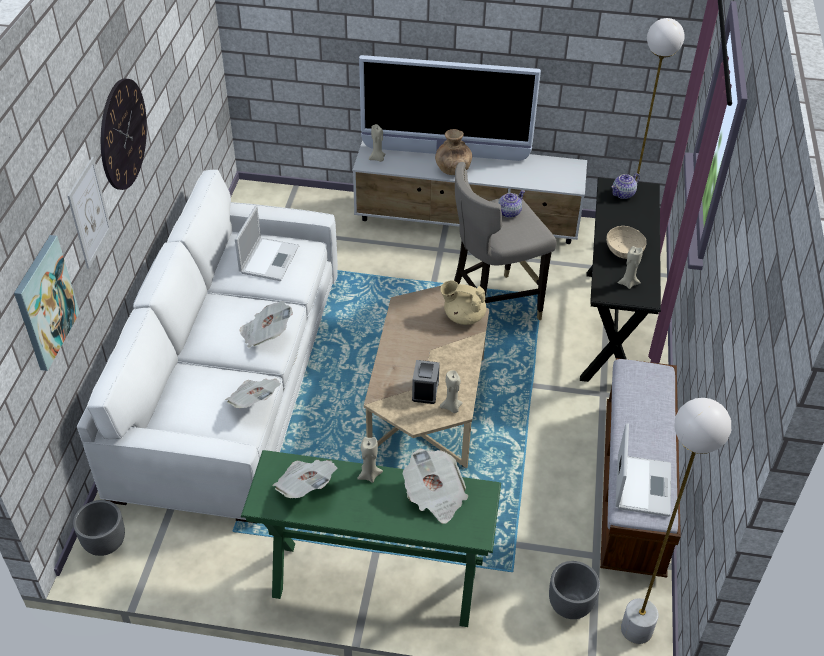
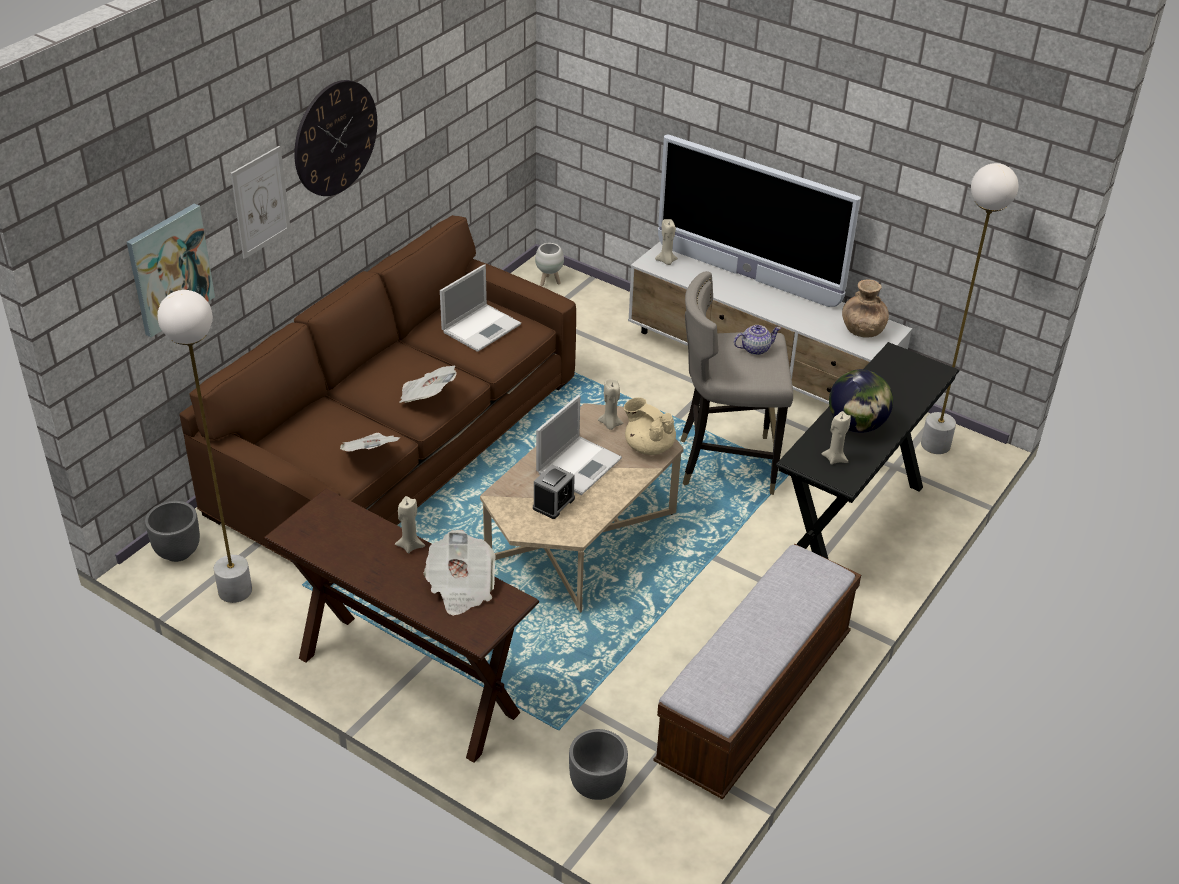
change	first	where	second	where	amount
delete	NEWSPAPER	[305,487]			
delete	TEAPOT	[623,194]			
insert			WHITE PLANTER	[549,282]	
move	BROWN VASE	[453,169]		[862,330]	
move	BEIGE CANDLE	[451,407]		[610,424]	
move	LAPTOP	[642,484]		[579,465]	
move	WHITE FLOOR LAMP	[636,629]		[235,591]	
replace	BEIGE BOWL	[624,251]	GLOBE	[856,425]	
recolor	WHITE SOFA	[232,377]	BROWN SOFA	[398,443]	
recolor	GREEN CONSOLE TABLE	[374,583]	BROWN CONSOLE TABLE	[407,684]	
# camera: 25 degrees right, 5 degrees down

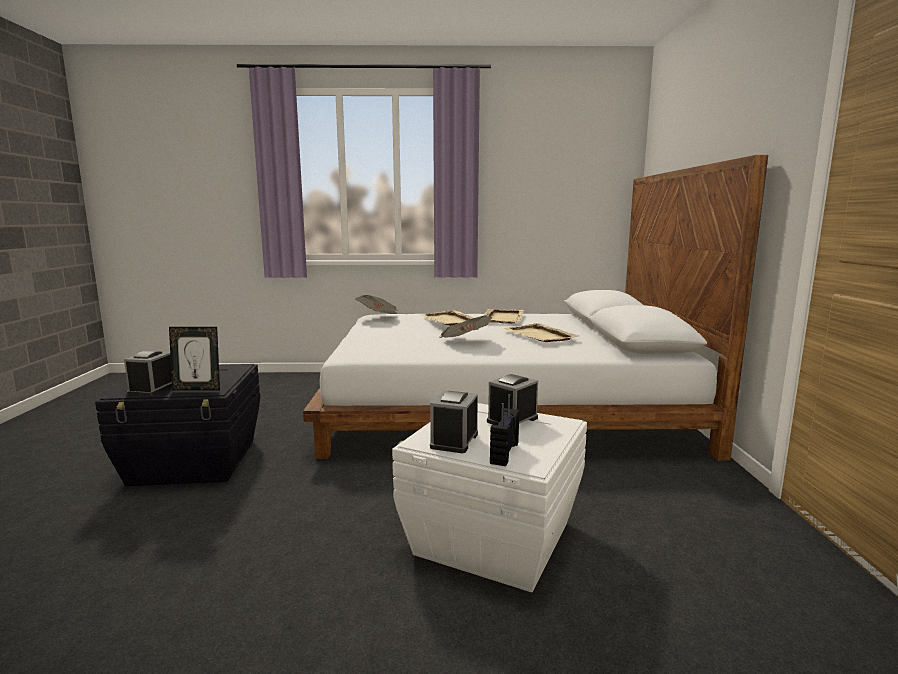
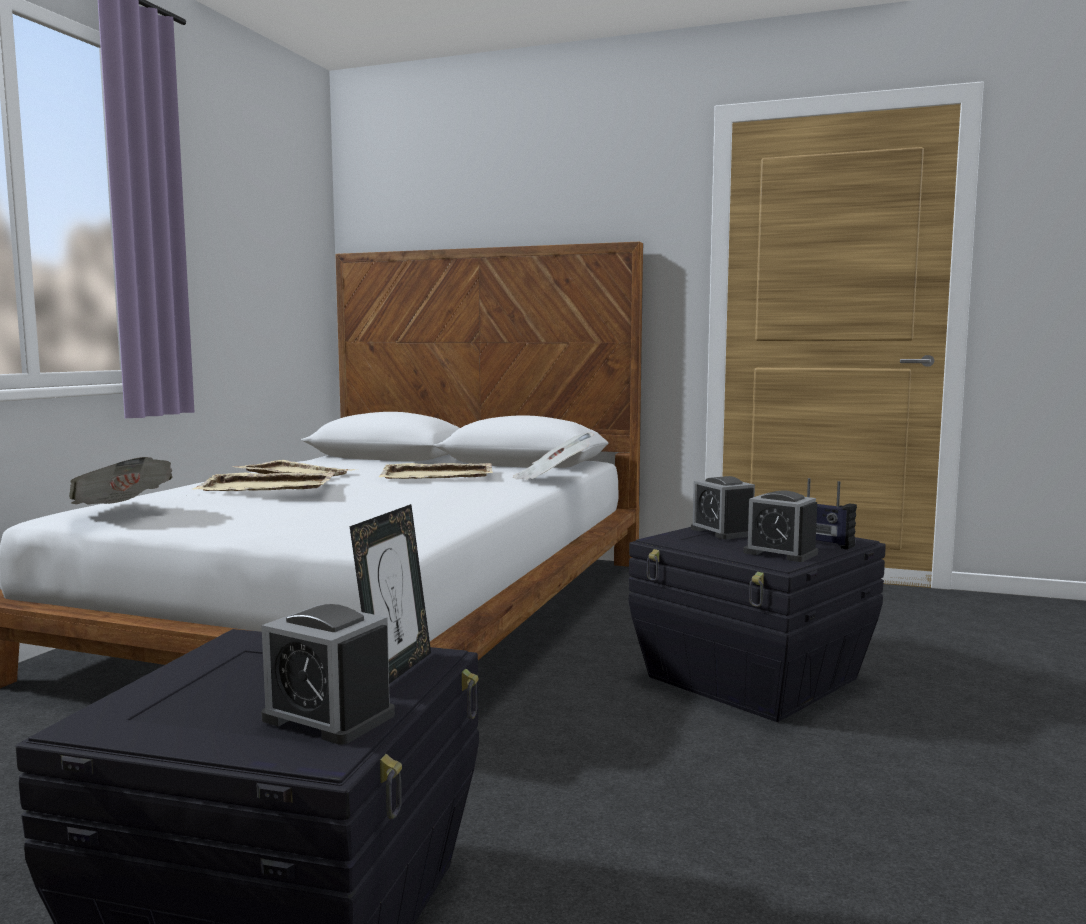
change	first	where	second	where	amount
move	NEWSPAPER	[465,341]		[552,478]	
recolor	WHITE STORAGE BOX	[491,538]	BLACK STORAGE BOX	[753,678]	
# camera: 70 degrees left, 5 degrees down

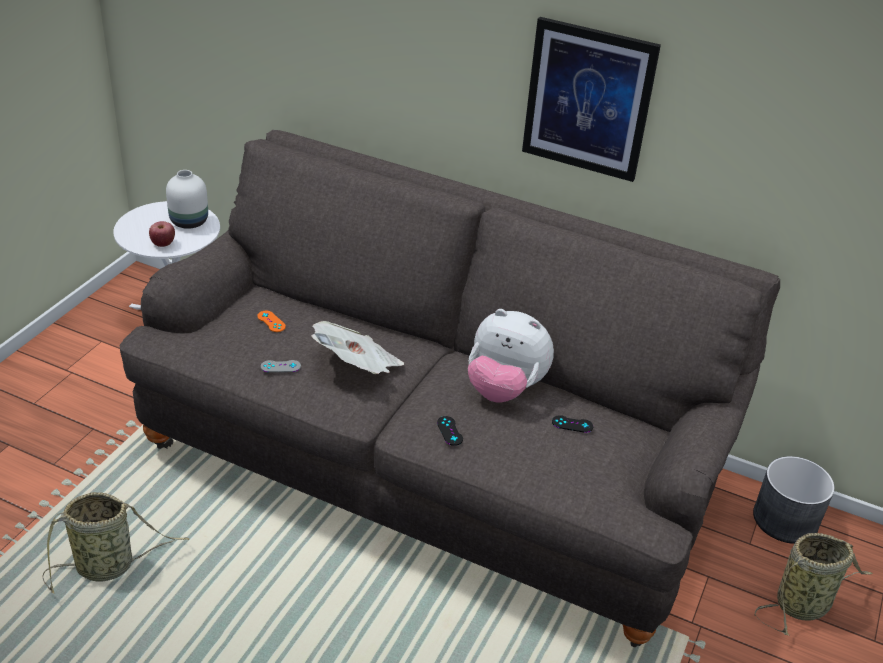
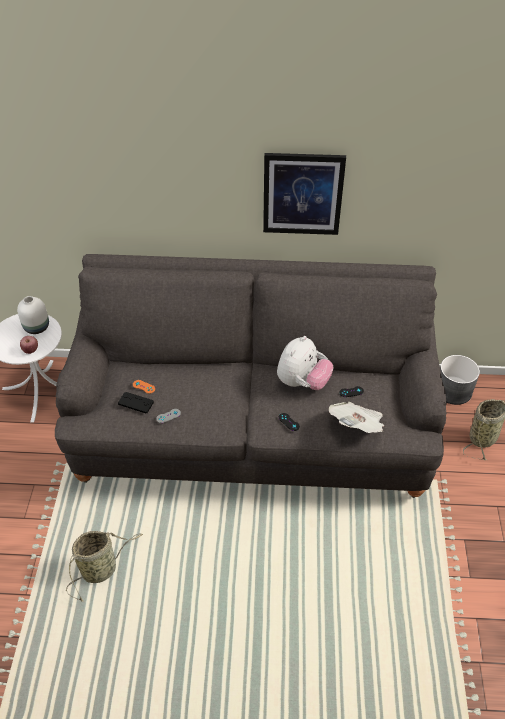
change	first	where	second	where	amount
insert			BLACK GAME CONTROLLER	[136,403]	
move	NEWSPAPER	[358,367]		[357,426]	
rotate	PLUSH TOY	[504,389]		[302,382]	60 degrees counterclockwise
# camera: 20 degrees left, 10 degrees up

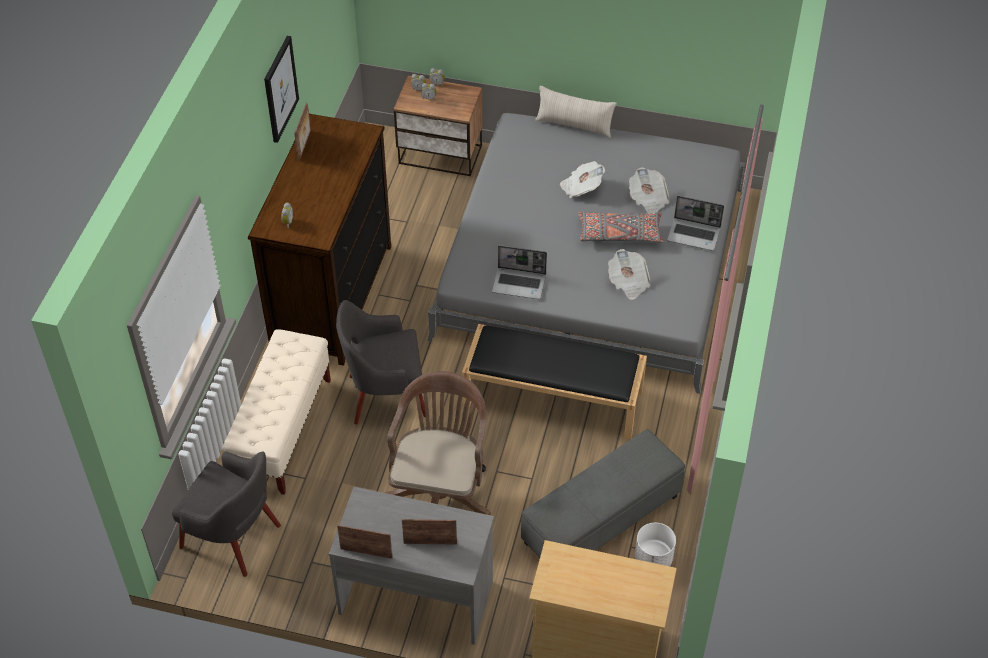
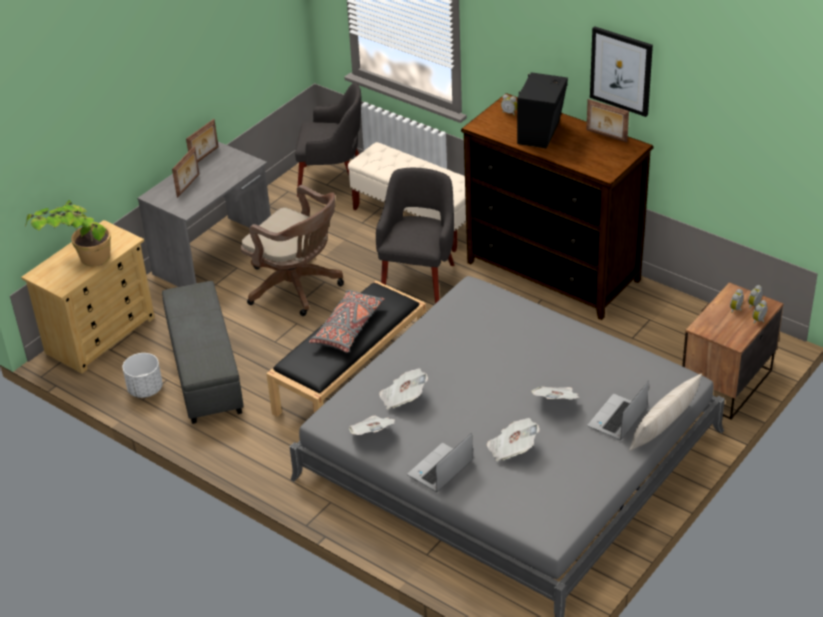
change	first	where	second	where	amount
insert			POTTED PLANT	[79,261]	
insert			NEWSPAPER	[372,434]	
insert			BLACK SPEAKER	[541,133]	
move	LAPTOP	[519,284]		[617,419]	
move	GREY PILLOW	[619,234]		[348,328]	
rotate	GREY ARMCHAIR	[232,537]		[333,181]	135 degrees counterclockwise
# camera: 115 degrees right, 10 degrees down

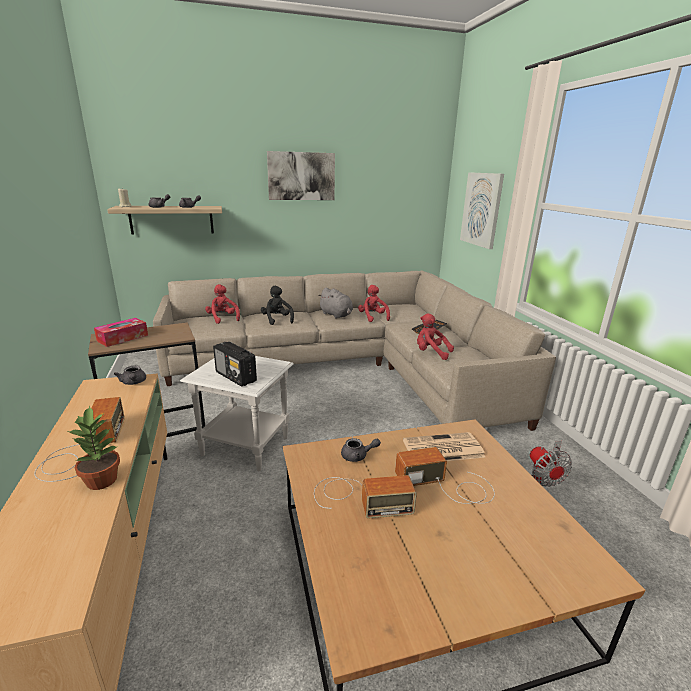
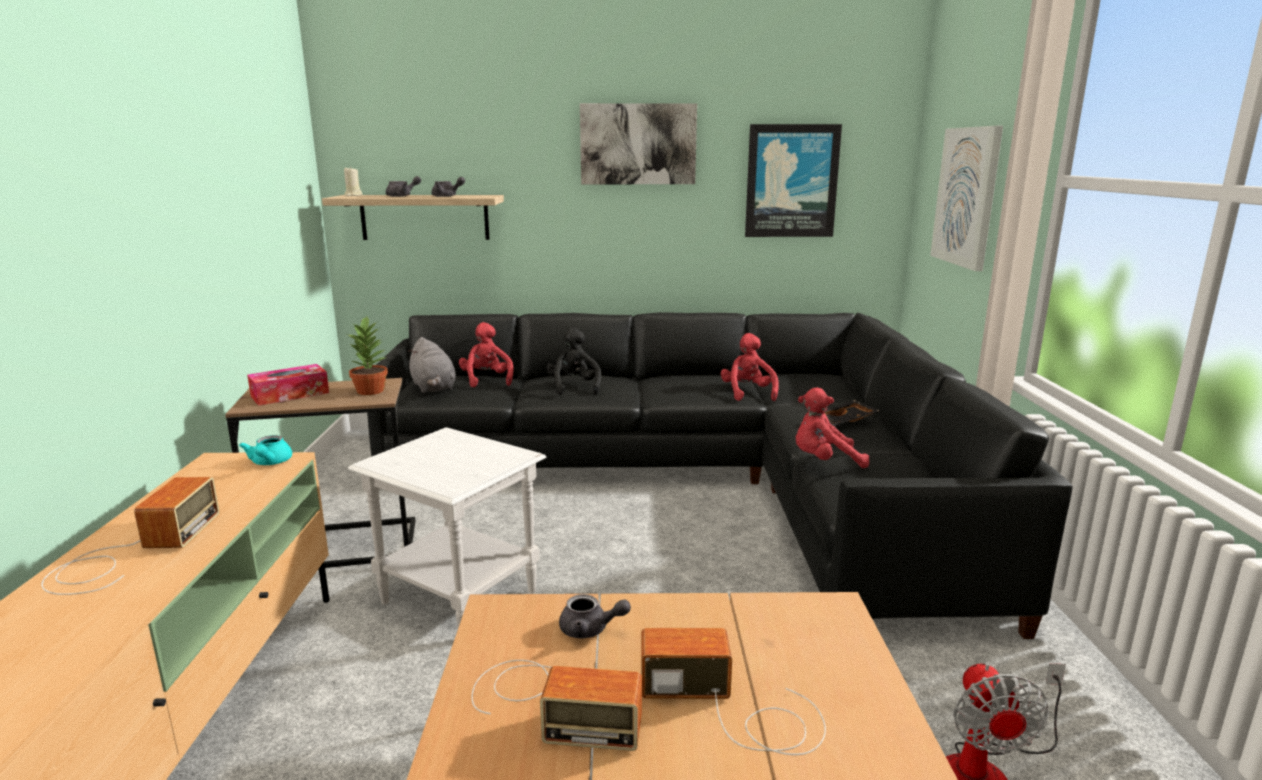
change	first	where	second	where	amount
delete	RADIO	[236,377]			
delete	NEWSPAPER	[442,449]			
insert			PICTURE	[791,181]	
move	POTTED PLANT	[103,480]		[371,391]	
move	GREY PLUSH TOY	[336,315]		[433,388]	
recolor	GREY TEAPOT	[133,383]	TURQUOISE TEAPOT	[269,463]	
recolor	BEIGE SOFA	[352,367]	BLACK SOFA	[703,482]	
rotate	RED PLUSH TOY	[431,353]		[824,461]	45 degrees counterclockwise
# camera: 15 degrees right, 5 degrees down

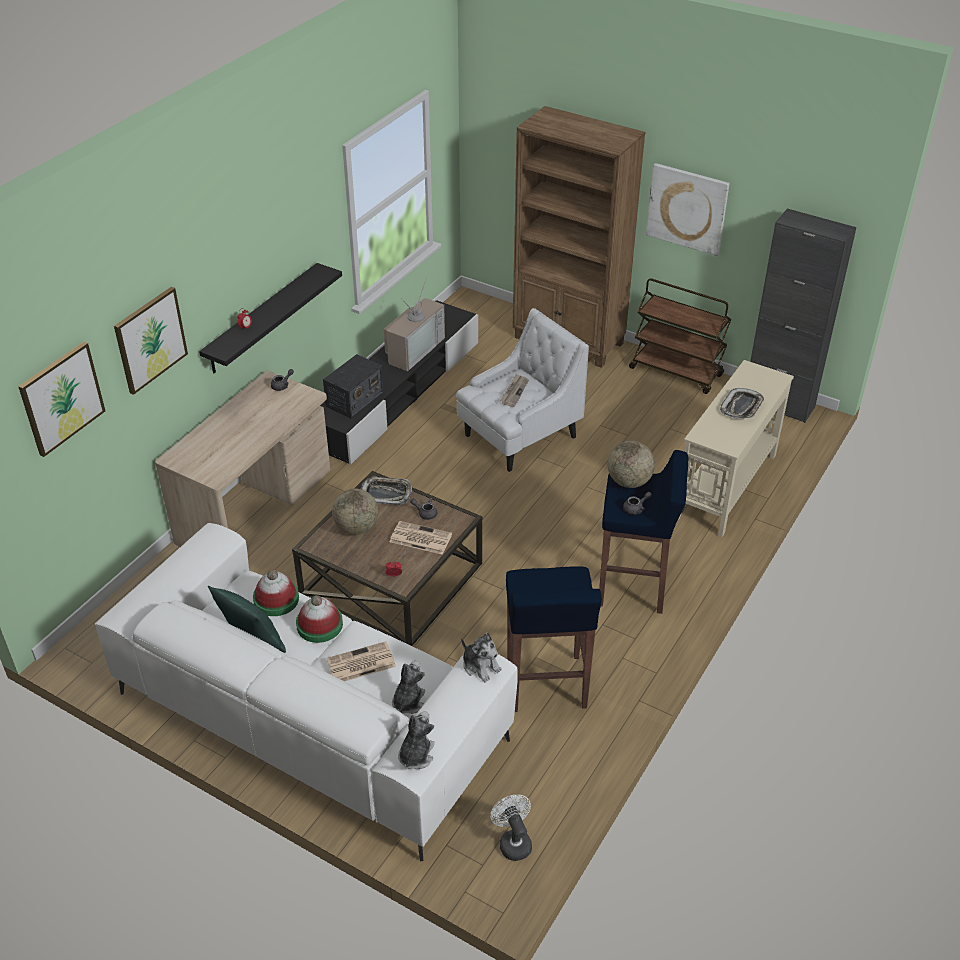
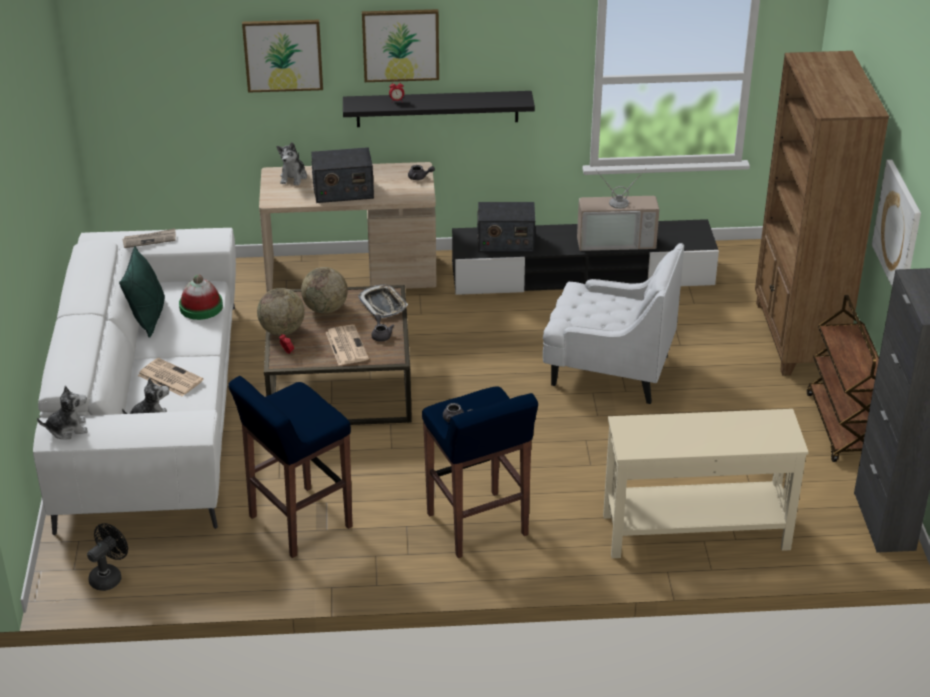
change	first	where	second	where	amount
delete	HAT	[319,625]			
delete	TRAY	[742,407]			
insert			RADIO	[343,191]	
move	PICTURE	[61,398]		[400,45]	
move	PLUSH TOY	[480,666]		[293,177]	
move	NEWSPAPER	[514,391]		[150,240]	
move	GLOBE	[629,481]		[282,330]	
recolor	WHITE FAN	[513,842]	BLACK FAN	[109,576]	
# camera: 55 degrees right, 5 degrees down

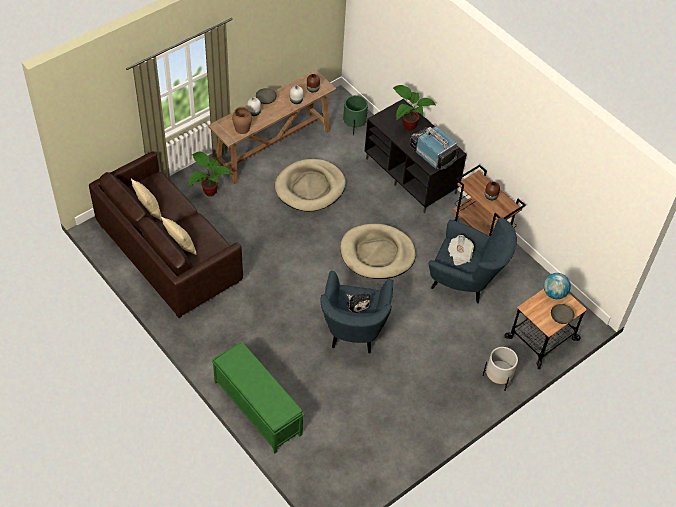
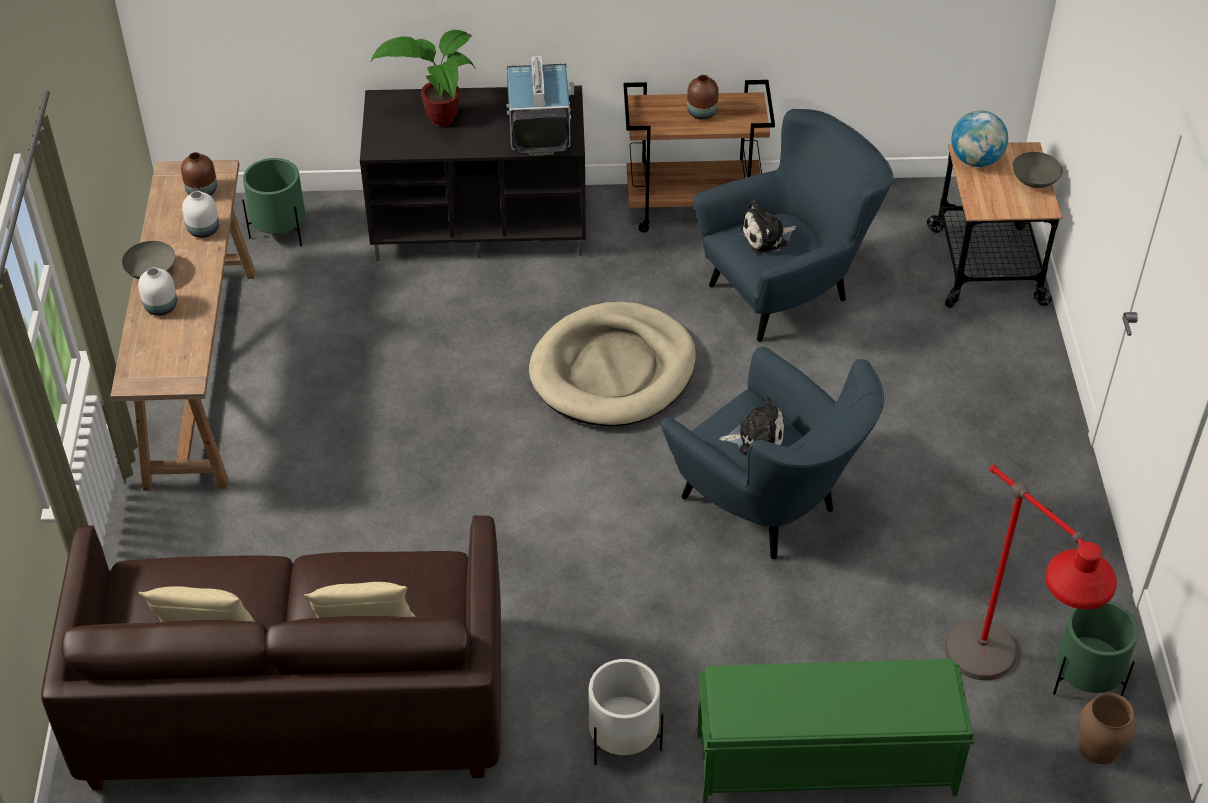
change	first	where	second	where	amount
delete	POTTED PLANT	[208,191]			
delete	BEIGE DOG BED	[310,187]			
insert			RED FLOOR LAMP	[998,692]	
insert			GREEN PLANTER	[1085,680]	
move	BROWN VASE	[242,129]		[1099,747]	
move	WHITE PLANTER	[498,378]		[623,740]	
replace	NEWSPAPER	[459,255]	PLUSH TOY	[767,238]	
rotate	TELEVISION	[432,154]		[539,126]	90 degrees clockwise
# camera: 50 degrees left, 5 degrees down

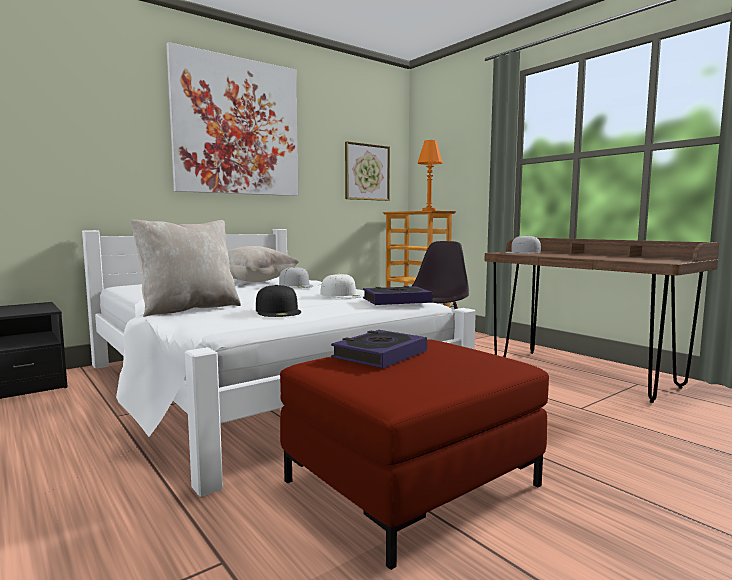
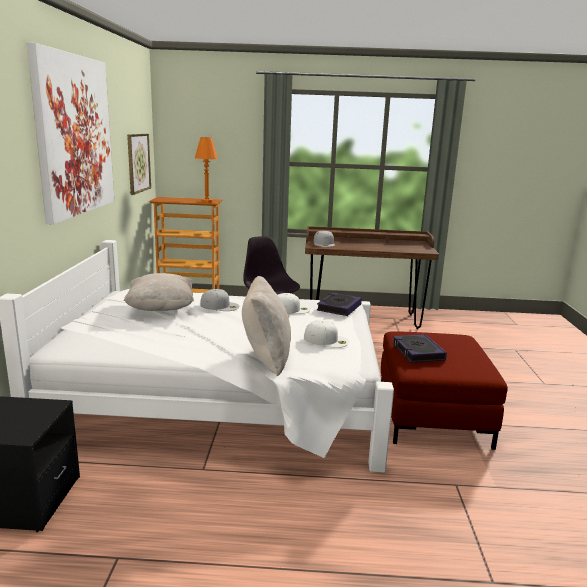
change	first	where	second	where	amount
recolor	BLACK CAP	[278,311]	WHITE CAP	[326,340]	
# camera: 50 degrees left, 10 degrees up

